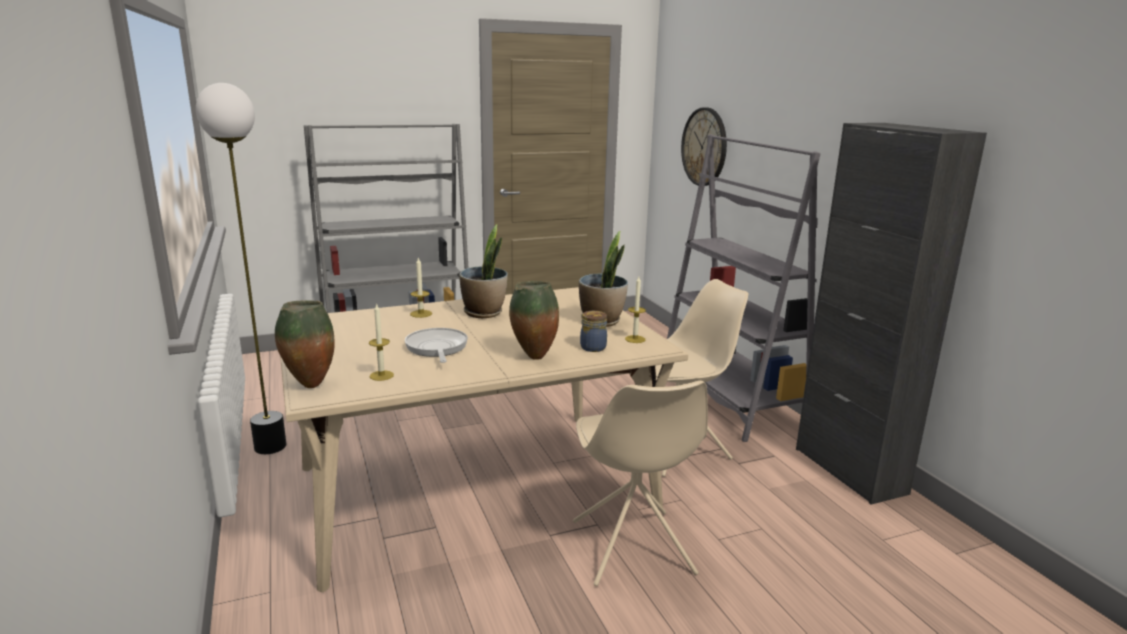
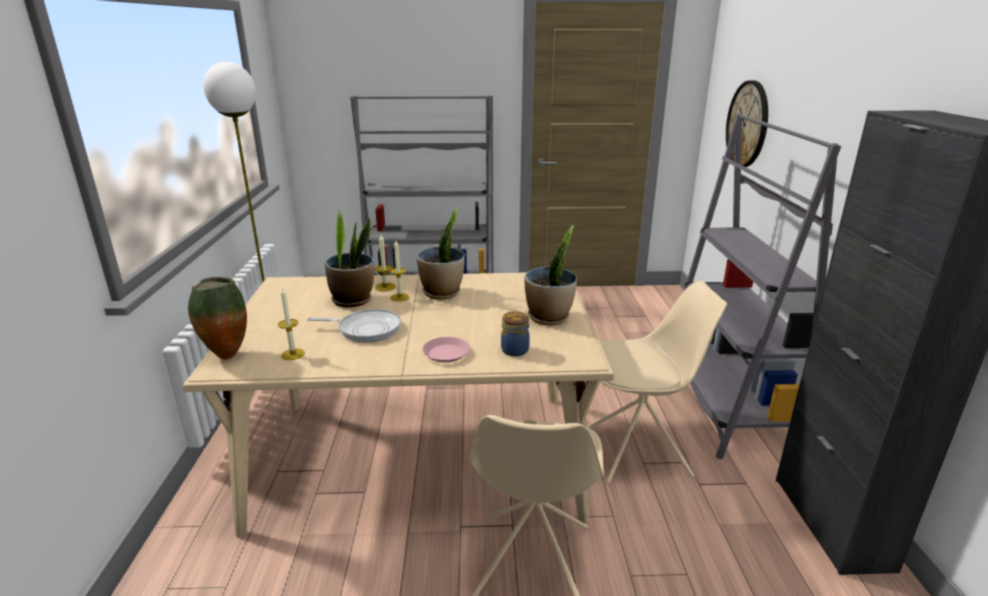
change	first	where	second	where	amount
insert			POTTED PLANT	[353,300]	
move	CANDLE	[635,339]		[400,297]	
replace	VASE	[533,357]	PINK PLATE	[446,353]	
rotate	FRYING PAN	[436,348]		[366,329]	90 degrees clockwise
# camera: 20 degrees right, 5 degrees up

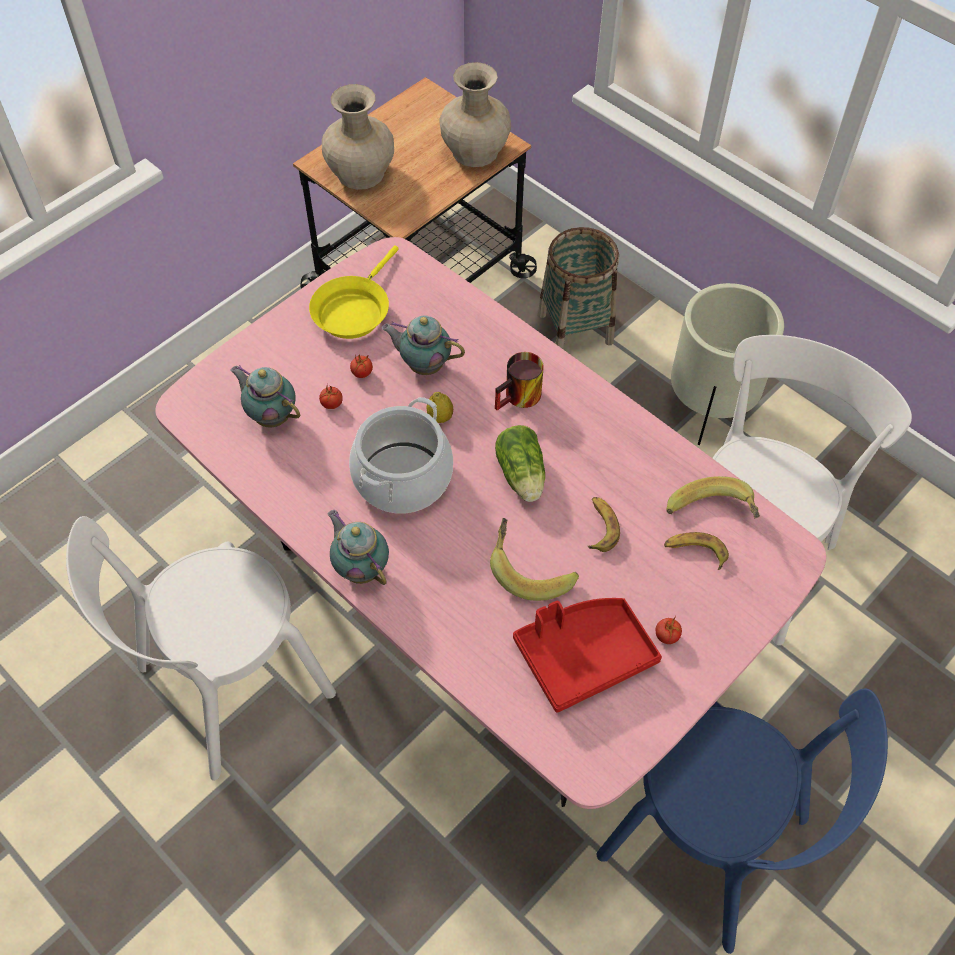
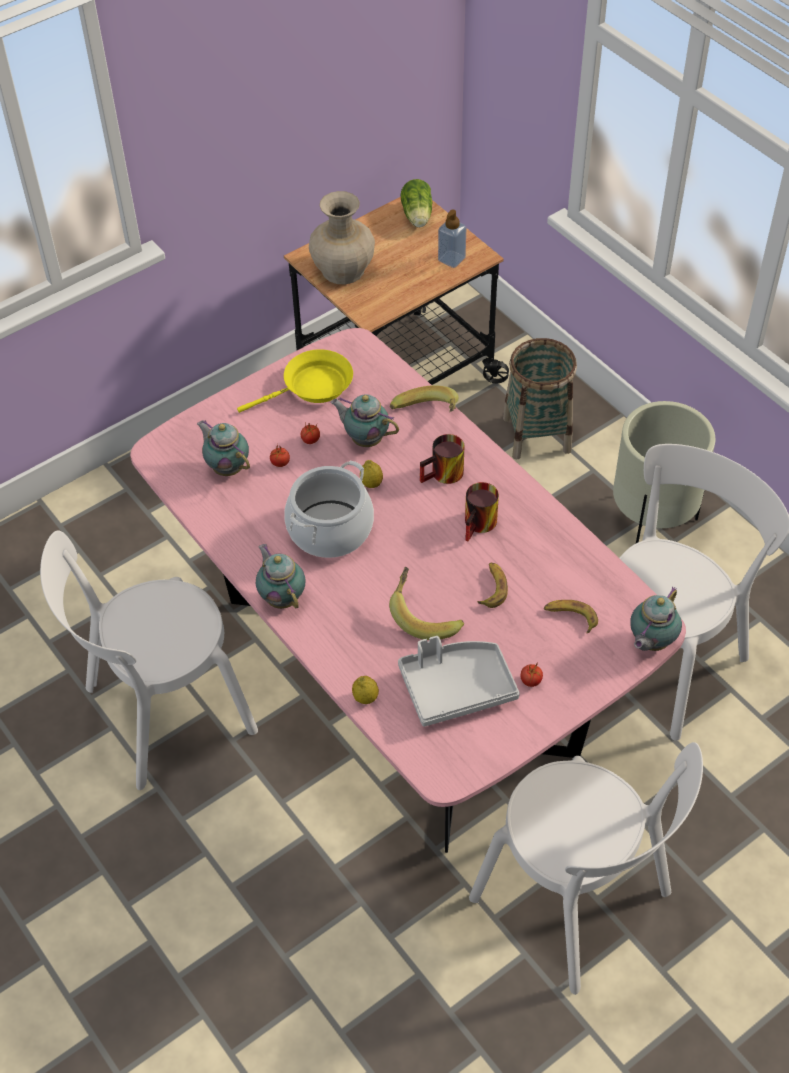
change	first	where	second	where	amount
insert			LEMON	[365,698]	
insert			MUG	[481,525]	
insert			TEAPOT	[650,642]	
move	LETTUCE	[522,476]		[417,217]	
move	BANANA	[712,516]		[427,416]	
replace	BEIGE VASE	[476,151]	SOAP DISPENSER	[451,259]	
recolor	RED TRAY	[583,655]	GREY TRAY	[456,687]	
recolor	BLUE CHAIR	[712,844]	WHITE CHAIR	[577,902]	
rotate	YELLOW FRYING PAN	[353,310]		[312,387]	150 degrees counterclockwise
# camera: 10 degrees right, 5 degrees down

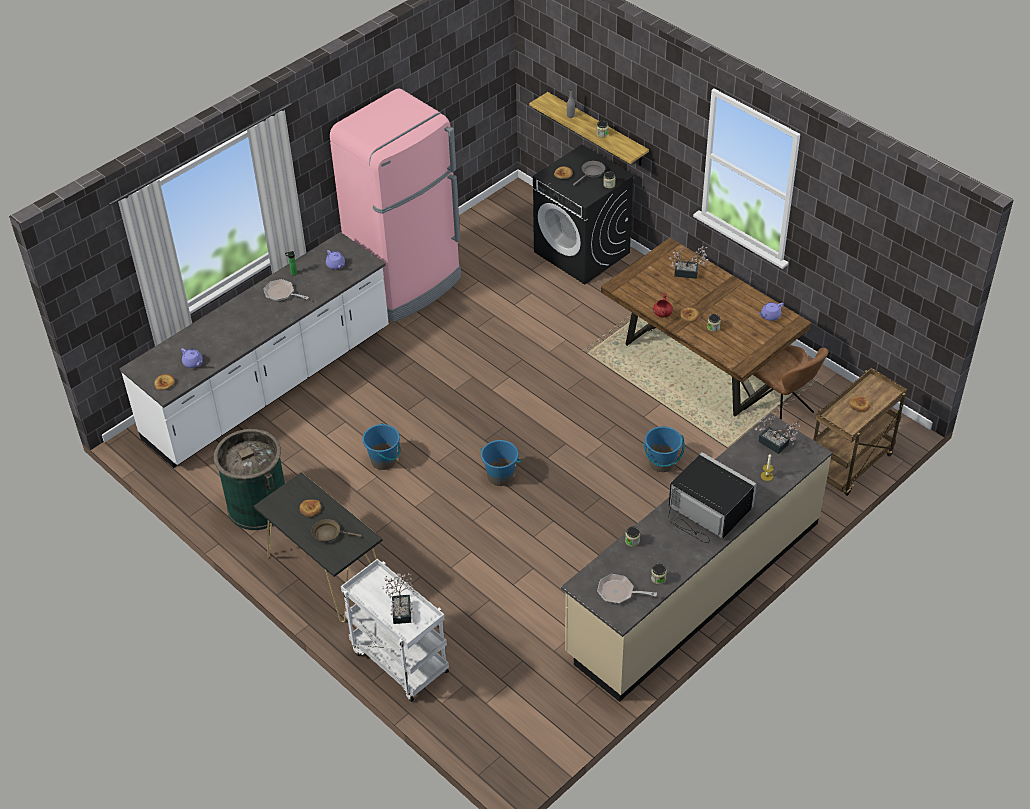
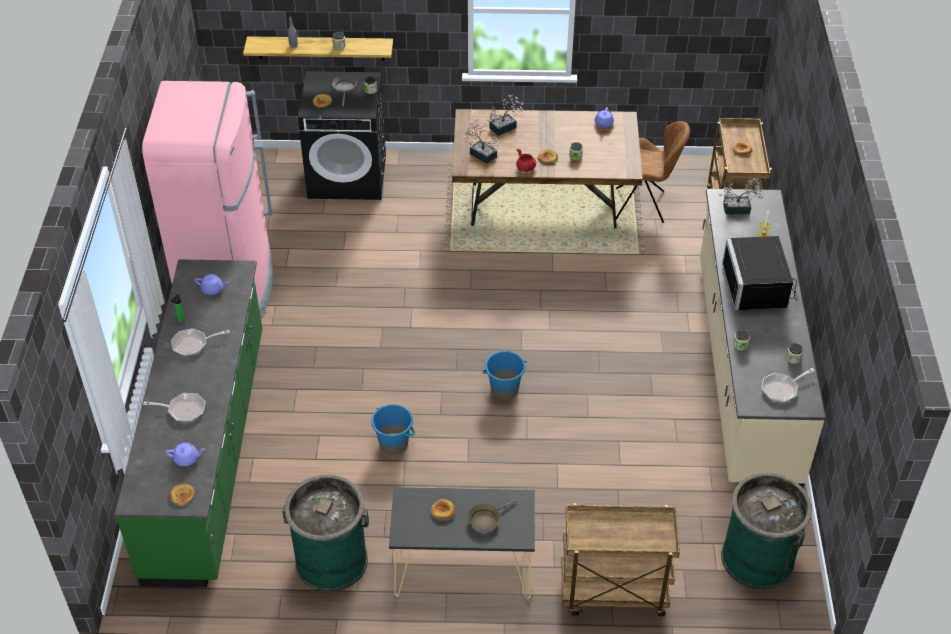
change	first	where	second	where	amount
delete	BLUE BUCKET	[662,463]			
insert			FRYING PAN	[183,410]	
insert			GREEN TRASH CAN	[757,558]	
move	POTTED PLANT	[402,609]		[481,153]	
recolor	WHITE COUNTER	[269,385]	GREEN COUNTER	[208,452]	
recolor	WHITE CART	[398,661]	BROWN CART	[612,593]	
rotate	BLACK MICROWAVE	[706,511]		[759,287]	90 degrees counterclockwise
# camera: 45 degrees left, 0 degrees up

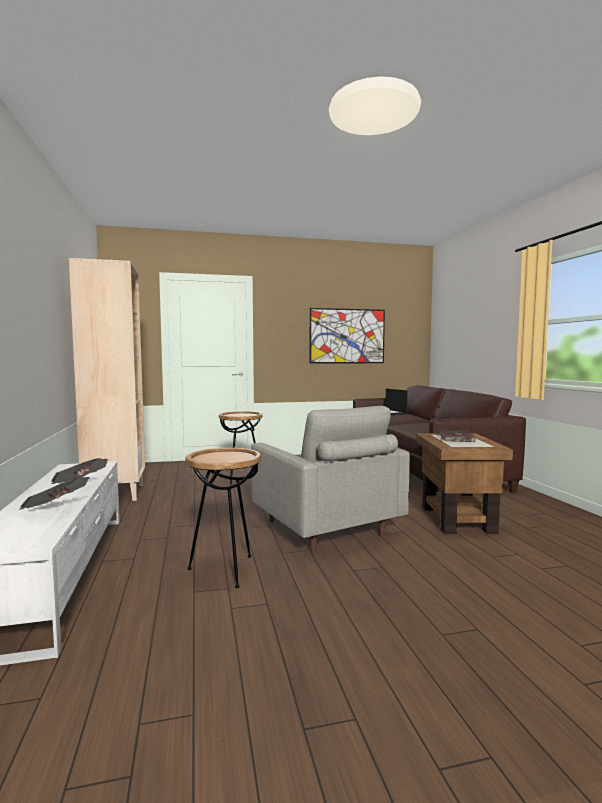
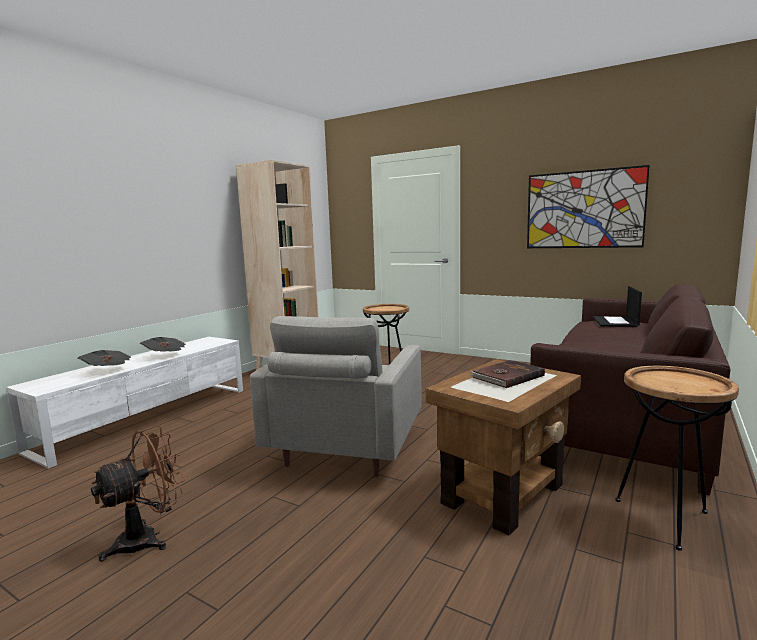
change	first	where	second	where	amount
insert			BROWN FAN	[148,538]	
move	BROWN SIDE TABLE	[225,570]		[665,519]	
# camera: 45 degrees right, 5 degrees up

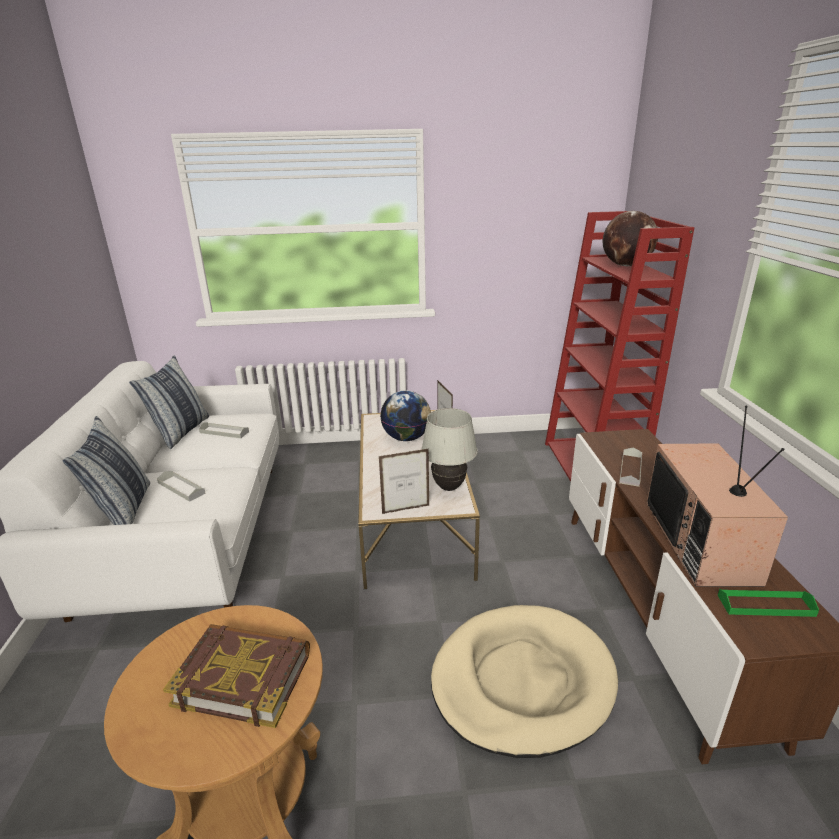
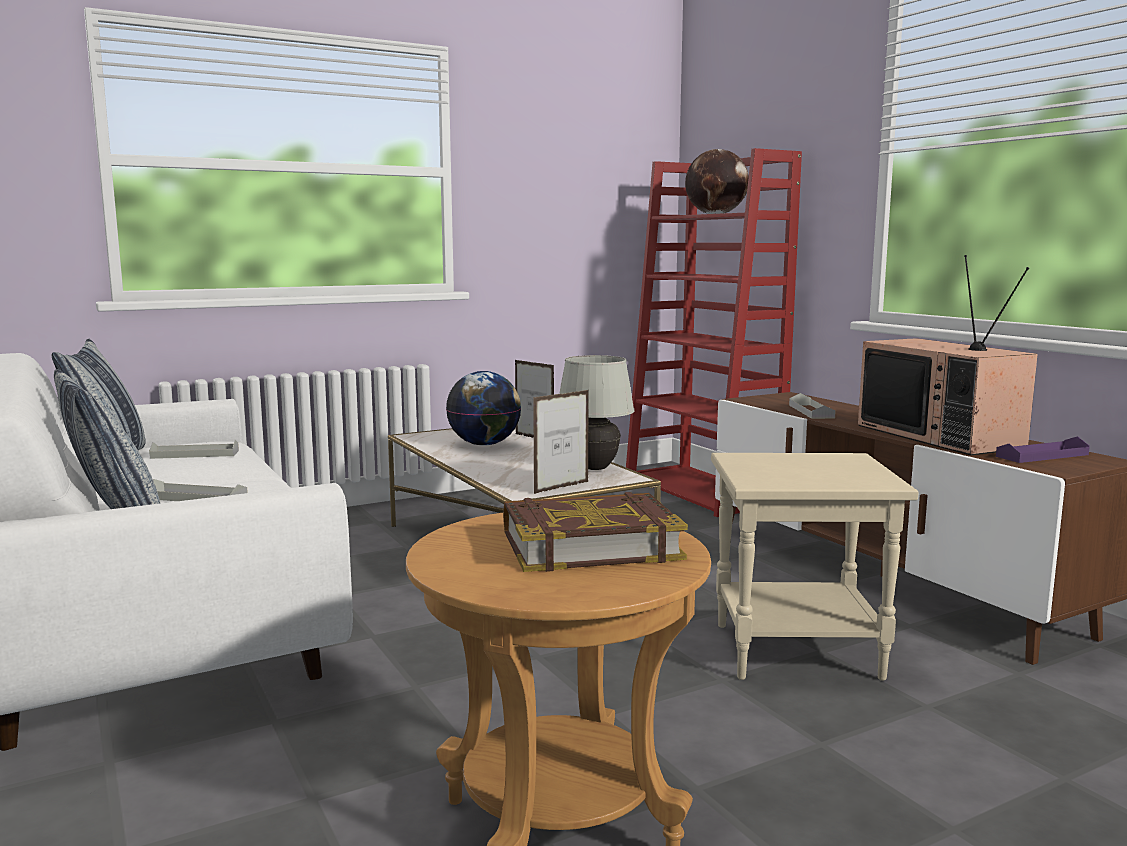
change	first	where	second	where	amount
replace	BEIGE DOG BED	[522,681]	BEIGE SIDE TABLE	[795,652]	
recolor	GREEN TRAY	[765,605]	PURPLE TRAY	[1042,455]	
# camera: 25 degrees left, 15 degrees down

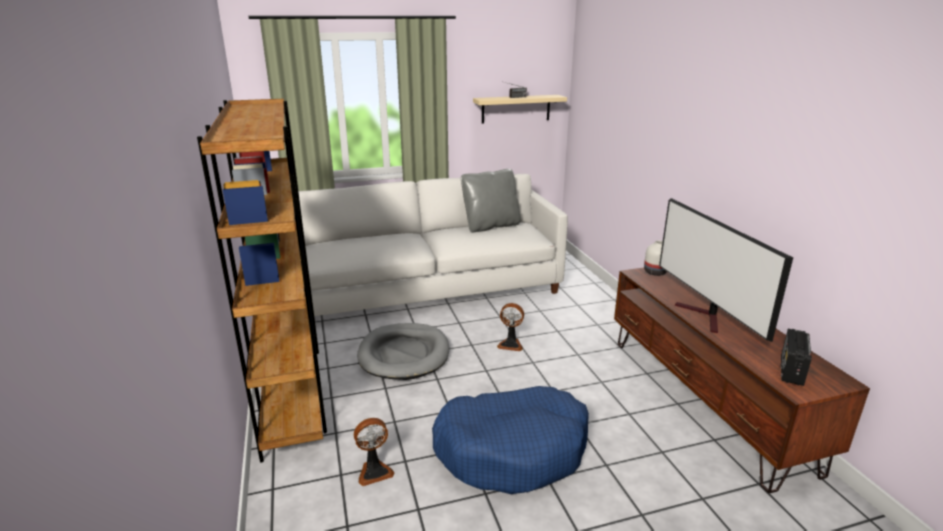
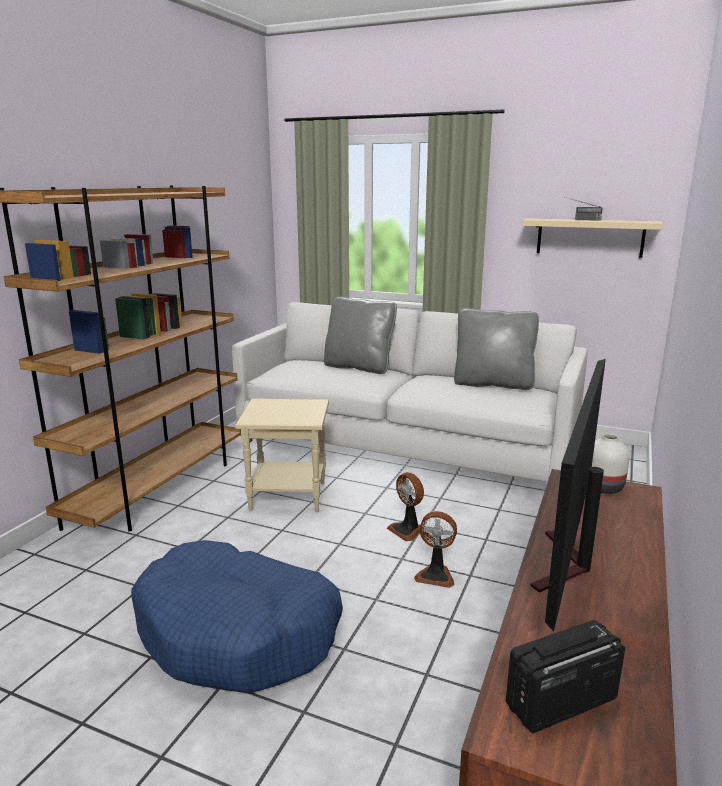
change	first	where	second	where	amount
insert			GREY PILLOW	[359,367]	
move	FAN	[374,471]		[436,575]	
replace	GREY DOG BED	[404,354]	BEIGE SIDE TABLE	[289,495]	
# camera: 40 degrees right, 5 degrees down

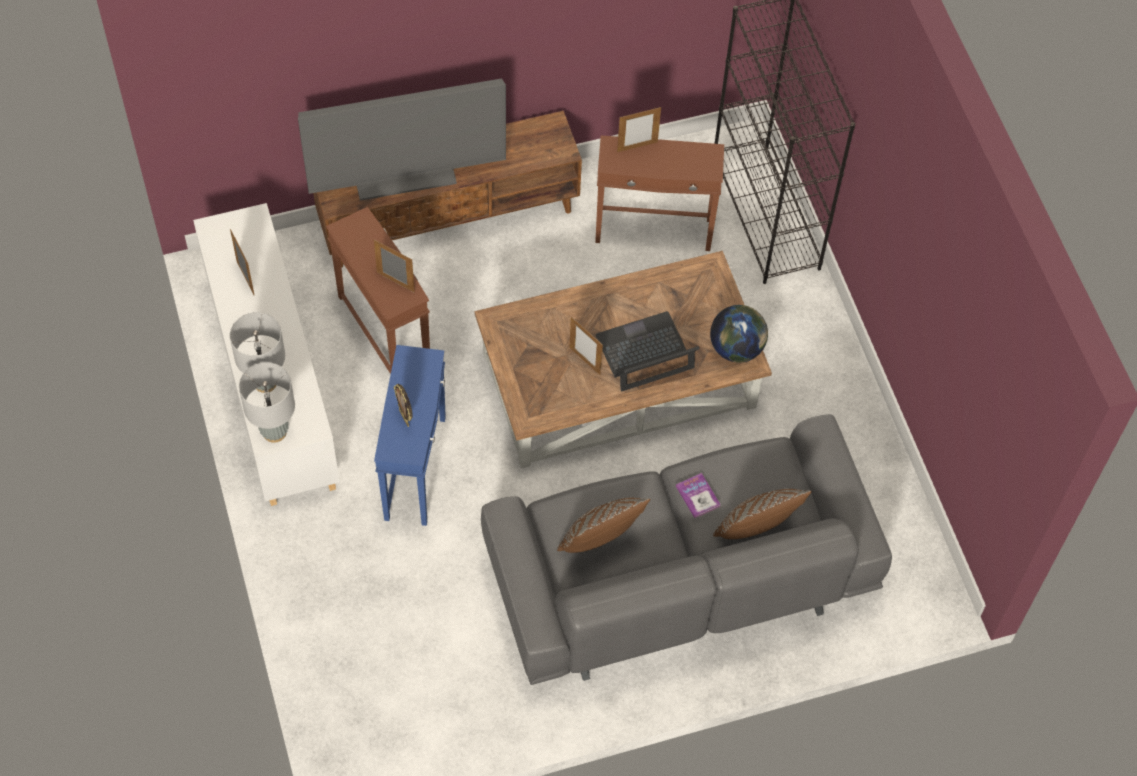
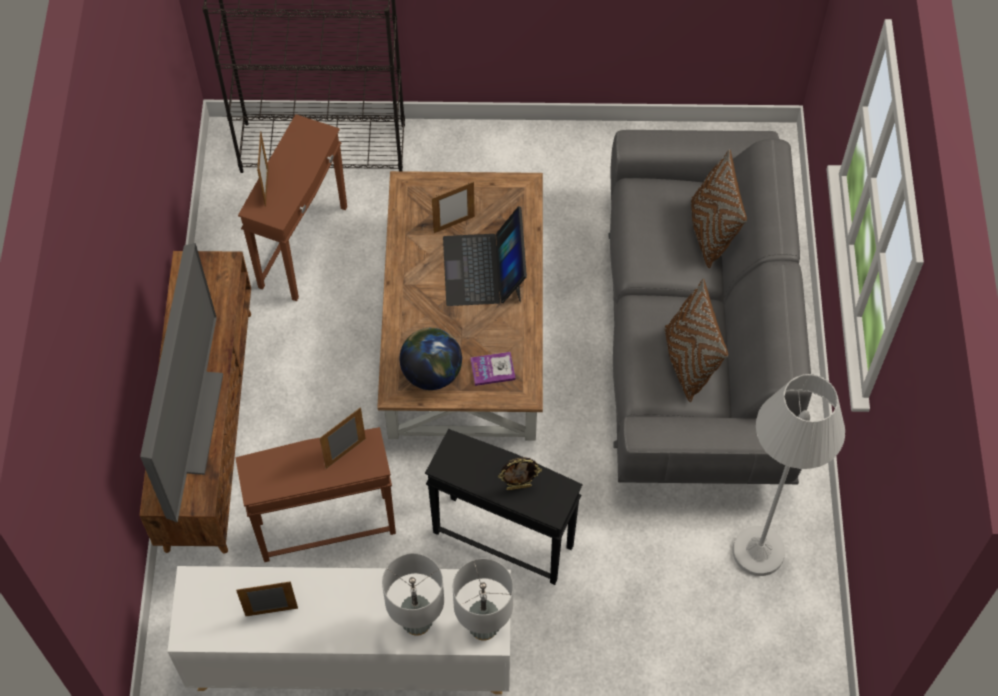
change	first	where	second	where	amount
insert			WHITE FLOOR LAMP	[758,551]	
move	PICTURE FRAME	[585,361]		[454,224]	
move	BOOK	[698,496]		[492,369]	
move	GLOBE	[736,348]		[431,373]	
recolor	BLUE SIDE TABLE	[416,468]	BLACK SIDE TABLE	[503,538]	
# camera: 70 degrees left, 0 degrees up

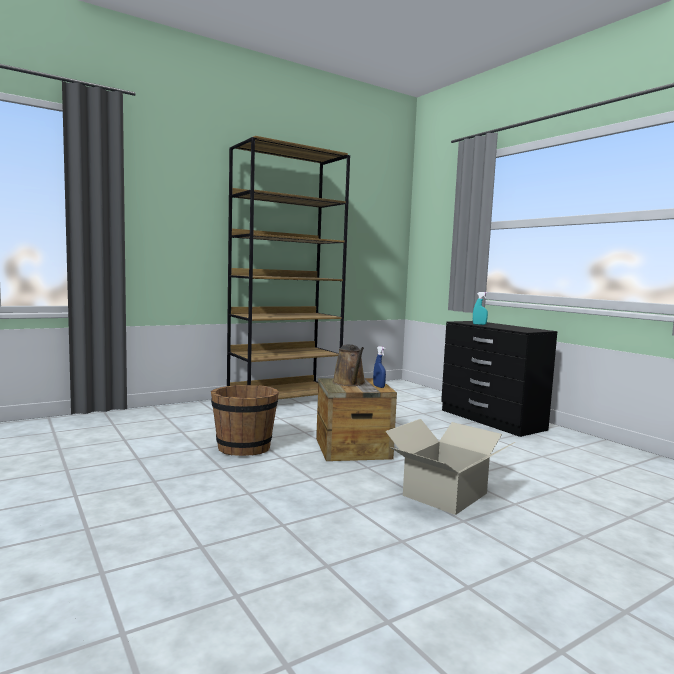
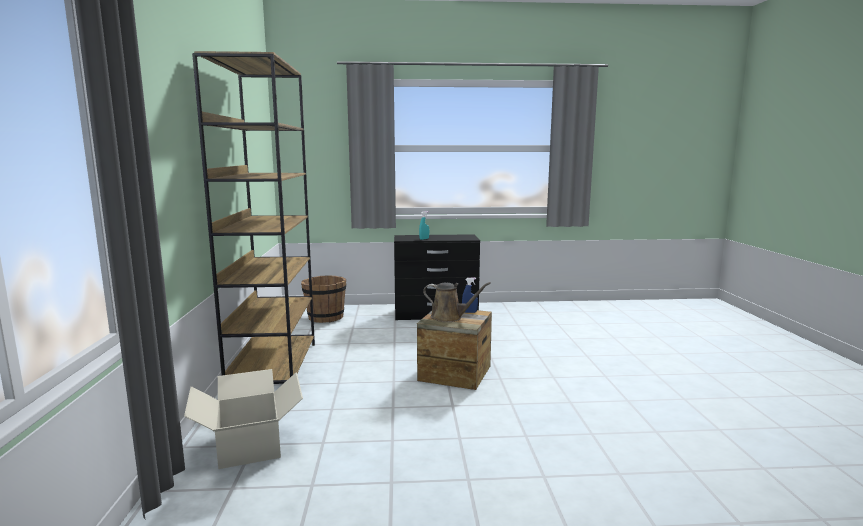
change	first	where	second	where	amount
move	BROWN BUCKET	[244,448]		[325,317]	
move	CARDBOARD BOX	[446,494]		[250,445]	
# camera: 60 degrees left, 5 degrees up

